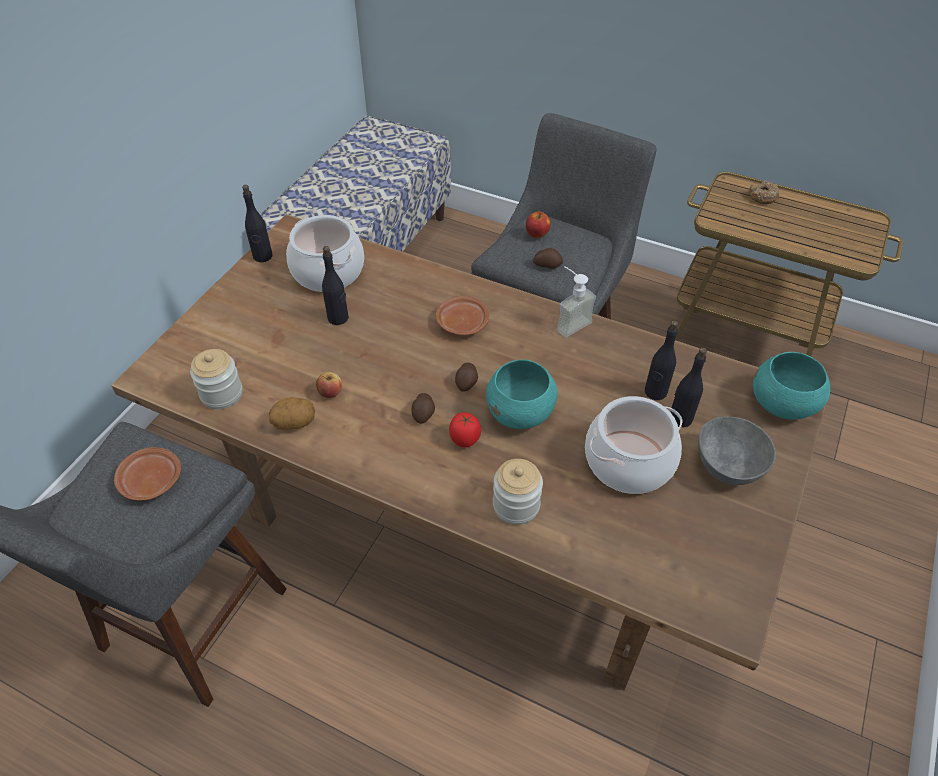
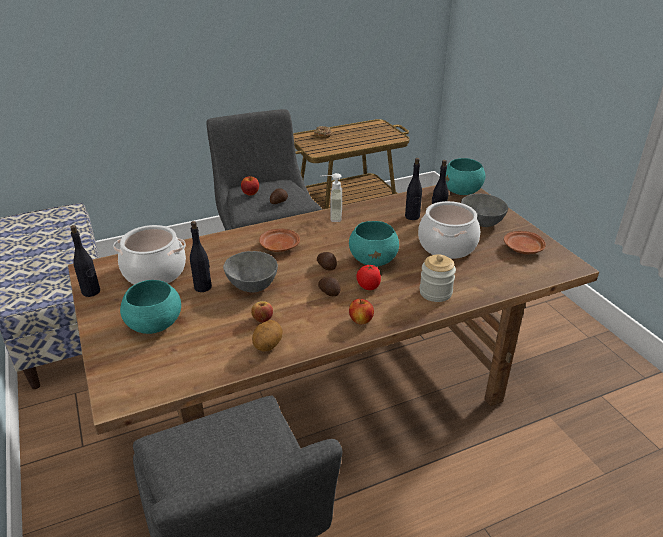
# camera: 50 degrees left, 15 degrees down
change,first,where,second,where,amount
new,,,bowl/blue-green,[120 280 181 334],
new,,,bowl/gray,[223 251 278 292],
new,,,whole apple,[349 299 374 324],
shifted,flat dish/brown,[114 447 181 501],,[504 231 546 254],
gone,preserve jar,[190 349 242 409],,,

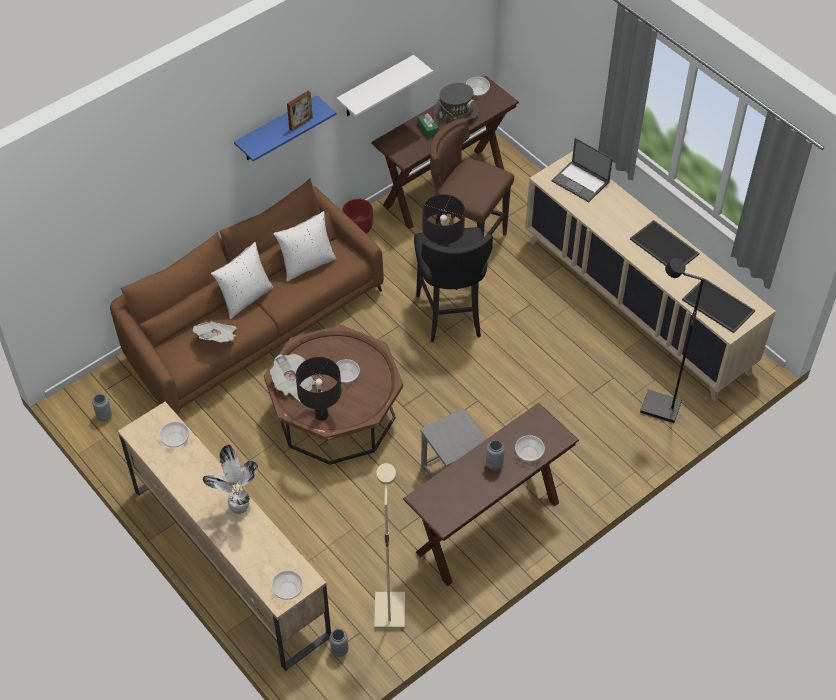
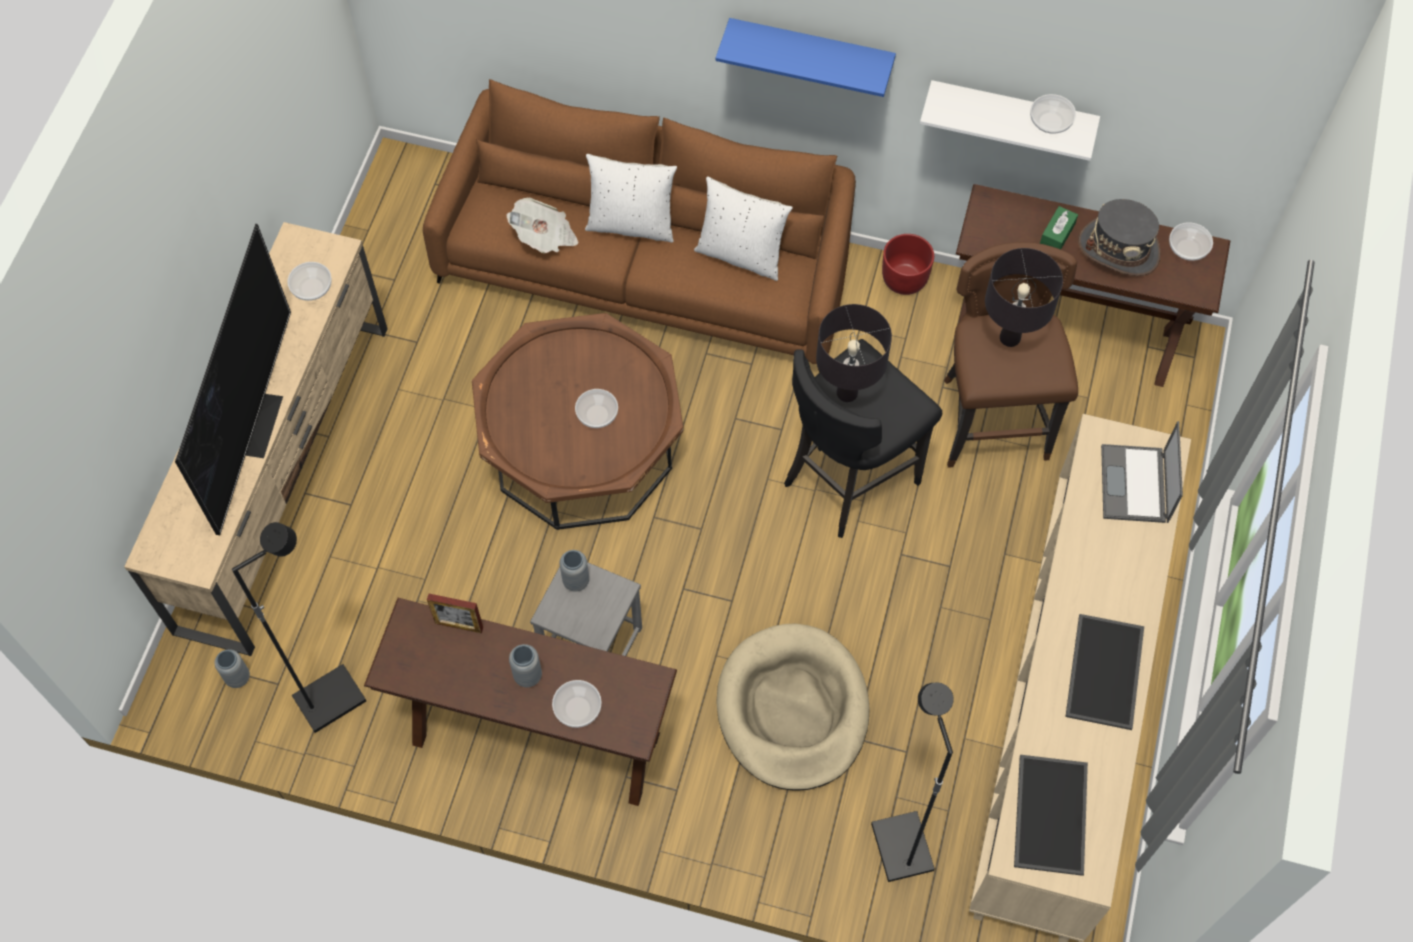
# camera: 55 degrees right, 10 degrees up
change,first,where,second,where,amount
swapped,houseplant,[203 445 258 514],TV set,[175 224 291 535],
repainted,floor lamp/beige-coloured,[374 463 405 629],floor lamp/blackish,[232 522 366 733],
shifted,picture frame,[287 91 313 131],,[427 594 483 633],
shifted,vase/gray,[92 394 112 422],,[559 550 589 592],
new,,,dog cushion/beige-coloured,[716 623 870 791],
shifted,table lamp/blackish,[296 357 341 421],,[985 248 1063 347],
shifted,bowl,[271 570 303 600],,[1030 94 1076 134],
gone,newspaper,[270 354 315 402],,,

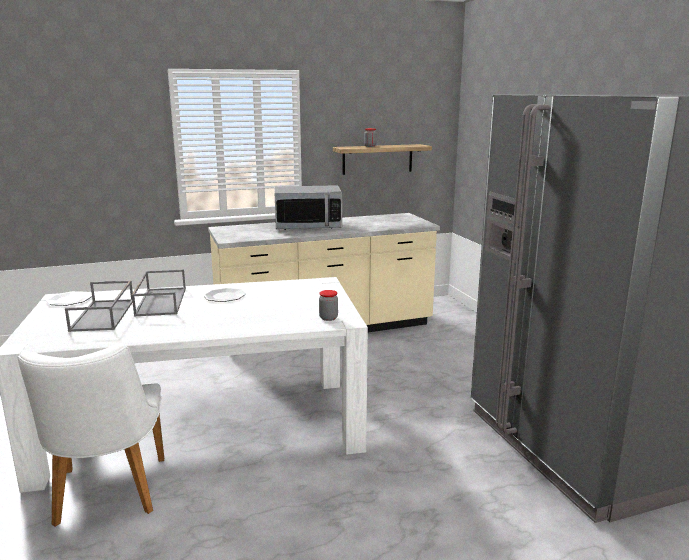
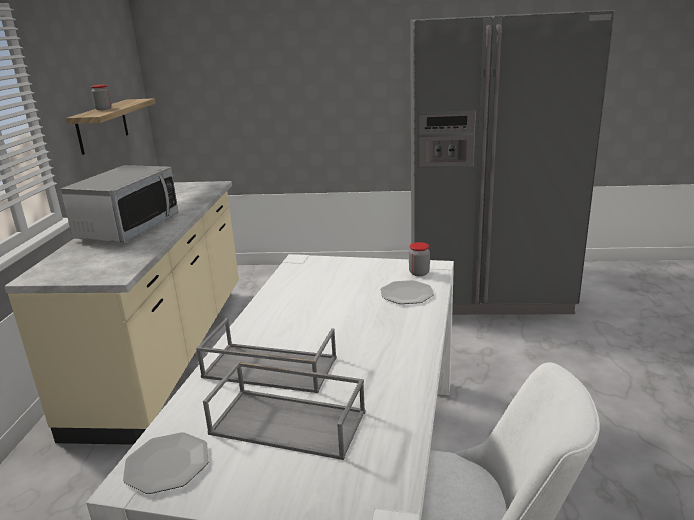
# camera: 65 degrees left, 5 degrees up
change,first,where,second,where,amount
shifted,flat dish,[203 288 246 302],,[381 280 434 304],

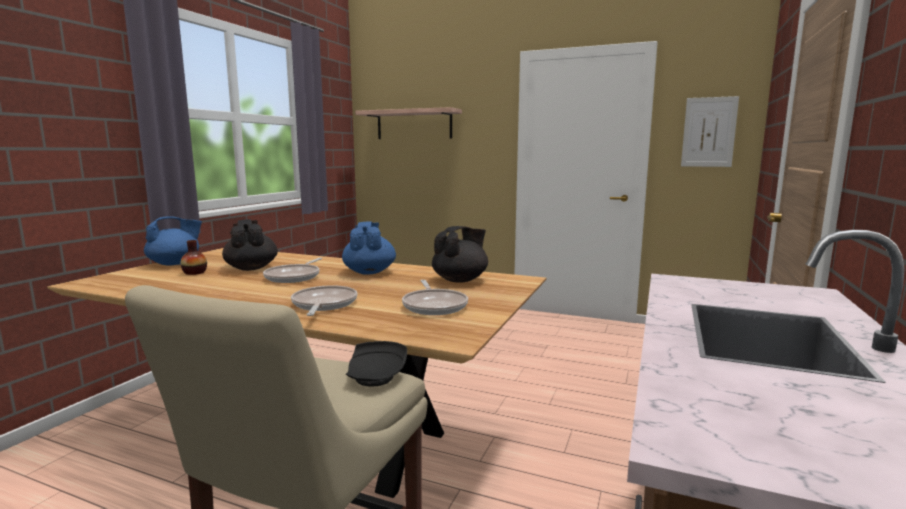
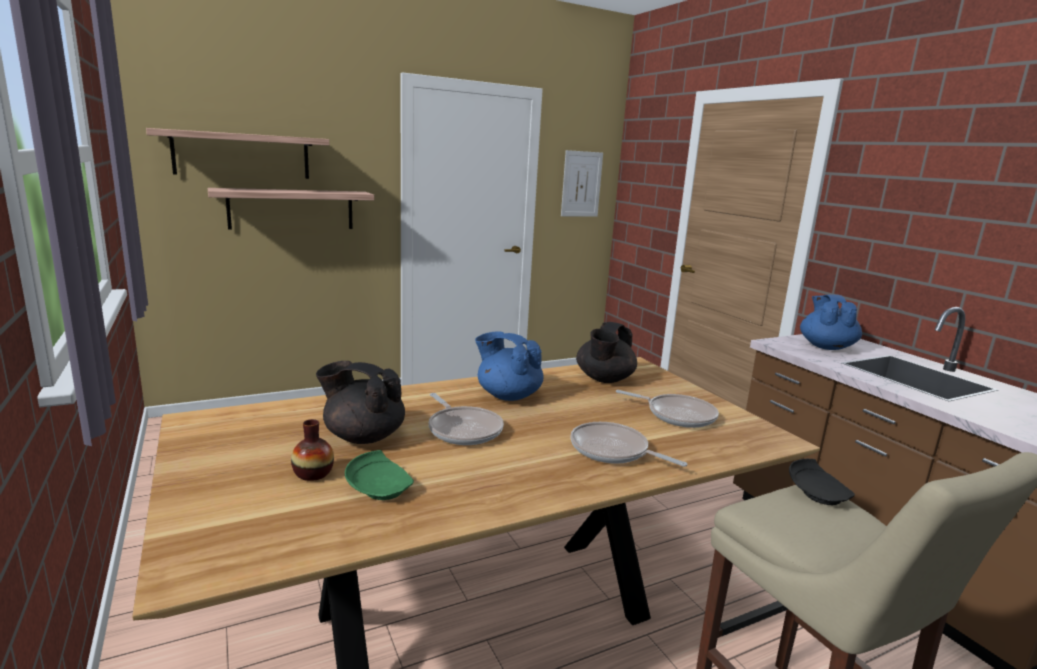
# camera: 50 degrees left, 5 degrees up
change,first,where,second,where,amount
new,,,wall shelf,[208 188 374 229],
new,,,flat dish/green,[345 450 414 500],
rotated,pot for tea/blackish,[432 226 488 283],,[576 322 637 383],150 degrees counterclockwise
shifted,pot for tea/blue-coloured,[144 216 202 265],,[800 295 862 350],

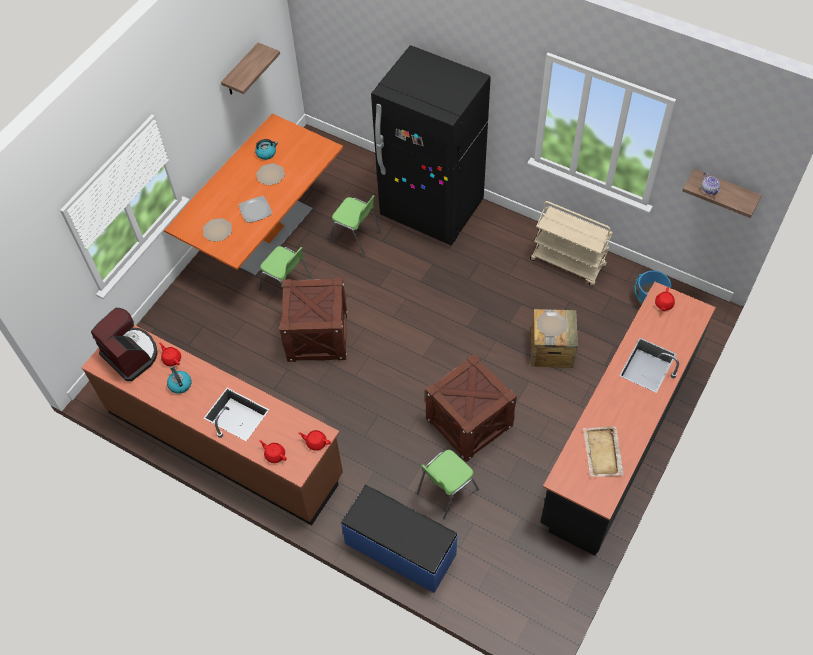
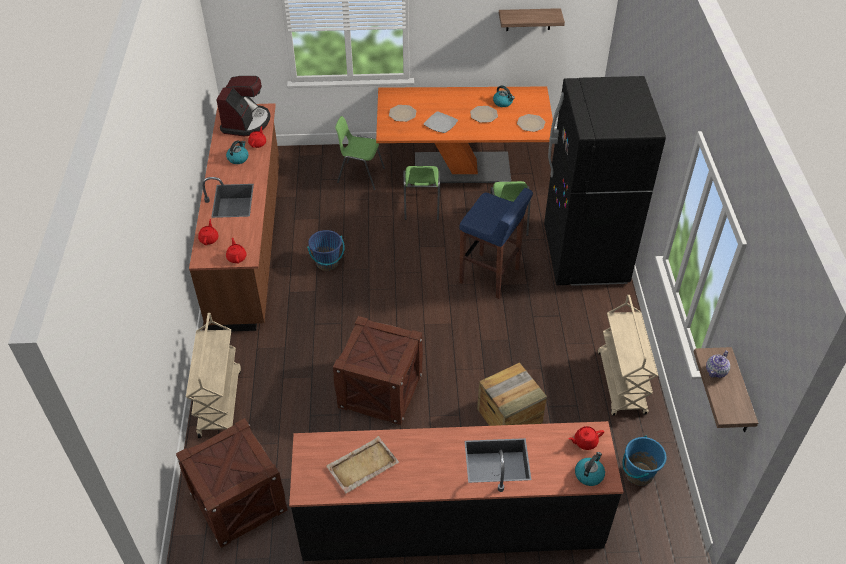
# camera: 55 degrees right, 10 degrees down
change,first,where,second,where,amount
shifted,packing crate,[279 278 348 362],,[176 418 288 548],
swapped,indoor bench/blue-coloured,[341 485 458 593],cart/beige-coloured,[186 313 241 438],
new,,,bucket/blue-coloured,[307 230 345 271],
shifted,plain chair/green,[417 450 479 520],,[335 116 385 190],
new,,,sitting stool/blue-coloured,[459 188 533 299],
shifted,flat dish,[537 312 567 337],,[517 114 545 132],
new,,,kettle,[575 452 605 486],

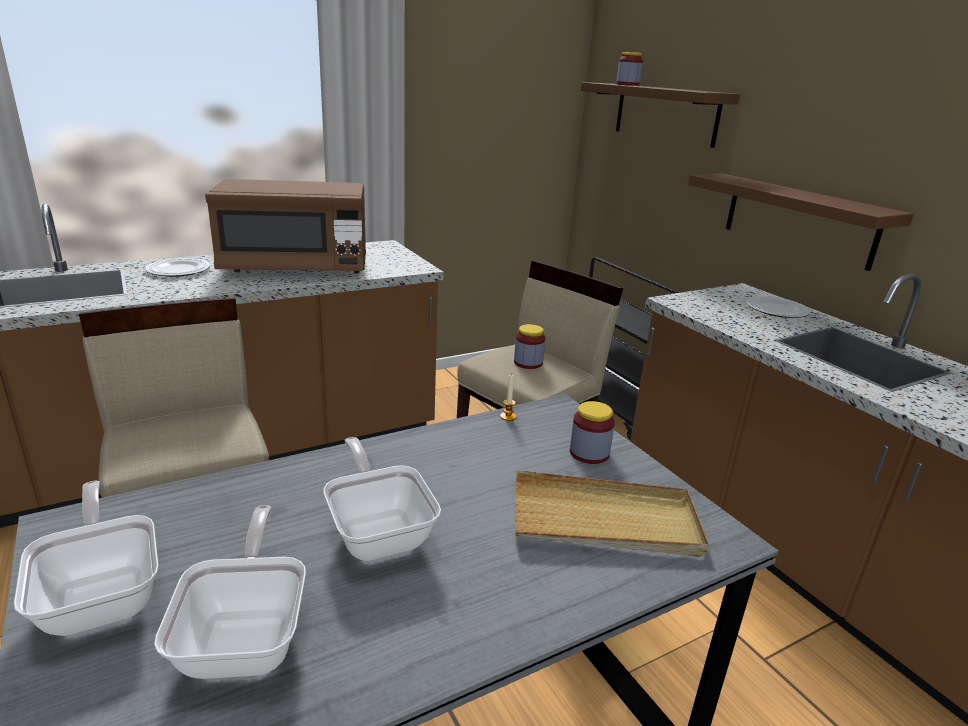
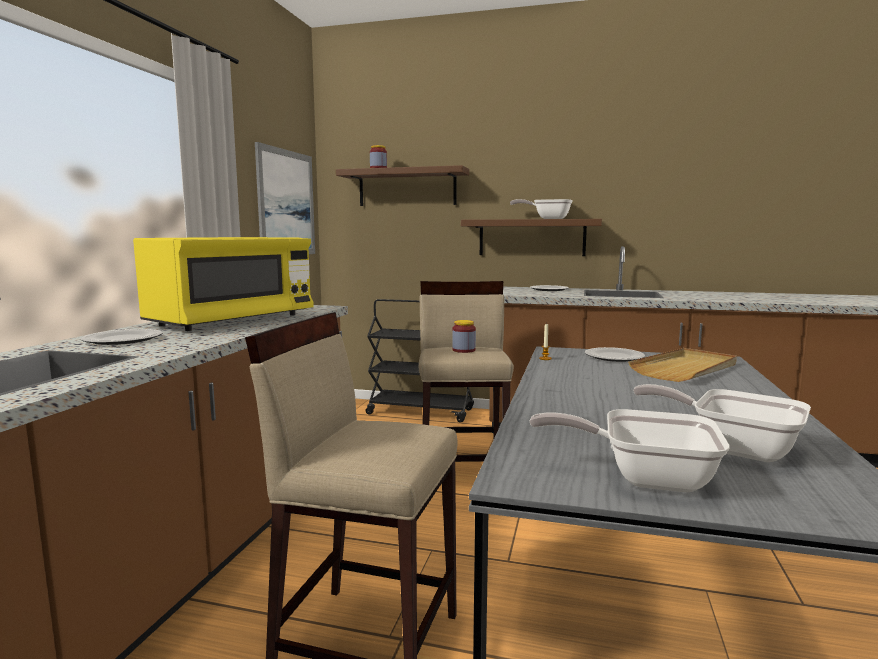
# camera: 45 degrees left, 15 degrees down
change,first,where,second,where,amount
repainted,kitchen microwave/brown,[205 179 366 273],kitchen microwave/yellow-coloured,[133 237 314 331],
new,,,wall art,[255 142 315 254],
shifted,frying pan,[323 437 441 561],,[510 199 573 219],
swapped,preserve jar,[570 401 615 464],flat dish,[585 347 645 362],

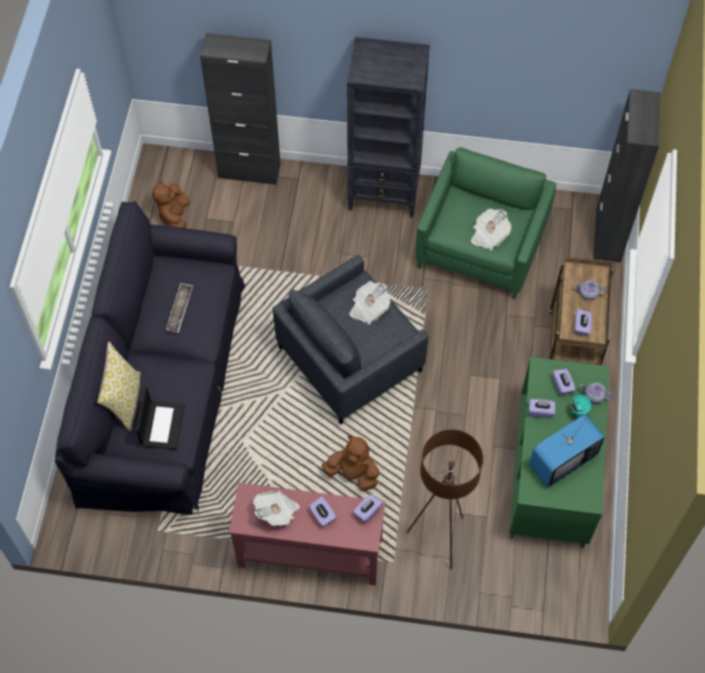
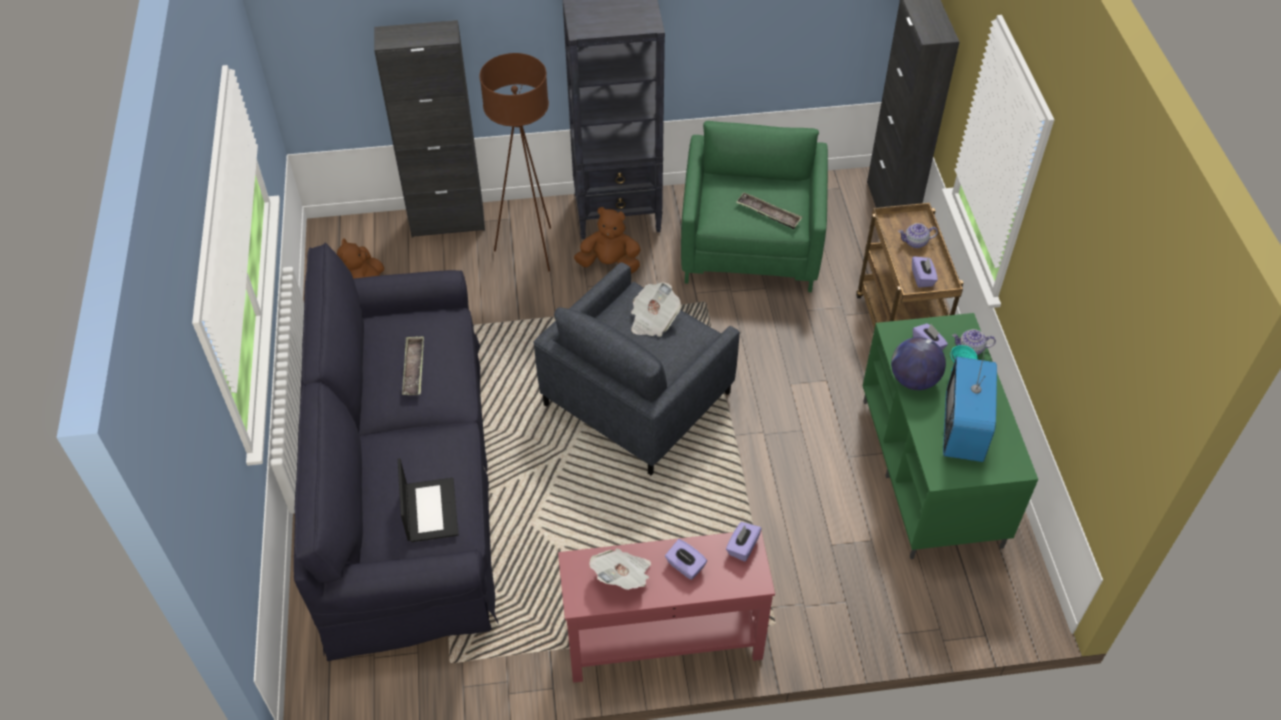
# camera: 15 degrees left, 10 degrees down
change,first,where,second,where,amount
shifted,floor lamp/brown,[407 429 483 569],,[479 53 551 271],
shifted,cuddly toy/brown,[322 435 379 491],,[574 207 641 274],
swapped,newspaper,[471 208 511 250],serving tray,[736 192 802 229],
swapped,tissue box/purple,[529 399 555 418],world globe,[891 337 946 390],
rotated,TV set,[529 415 605 487],,[943 346 997 462],150 degrees clockwise
gone,pillow,[97 342 141 431],,,

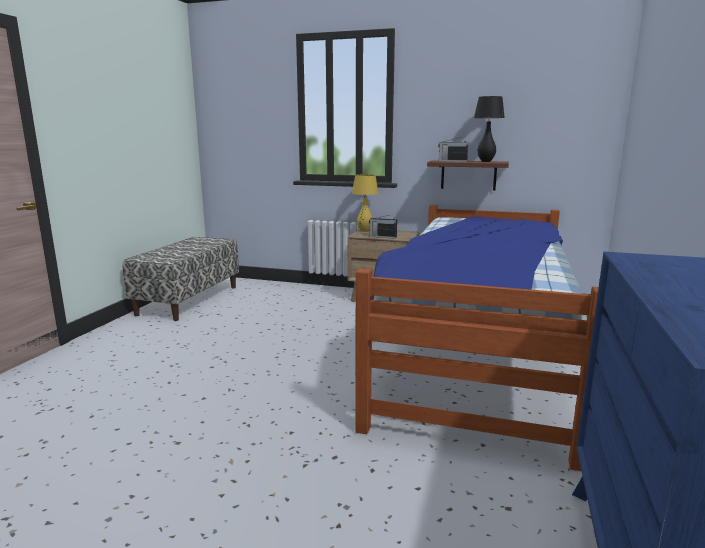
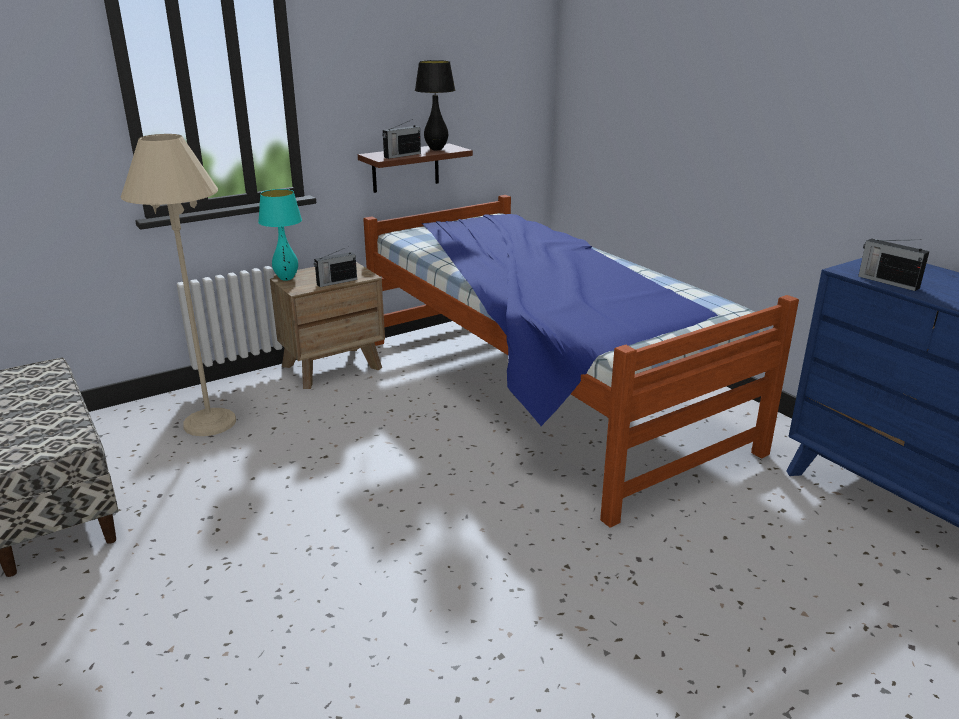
# camera: 50 degrees left, 10 degrees up
change,first,where,second,where,amount
new,,,floor lamp/beige-coloured,[121 134 236 436],
repainted,table lamp/yellow-coloured,[352 174 379 232],table lamp/blue-green,[258 189 302 281],
new,,,radio,[858 238 930 291],

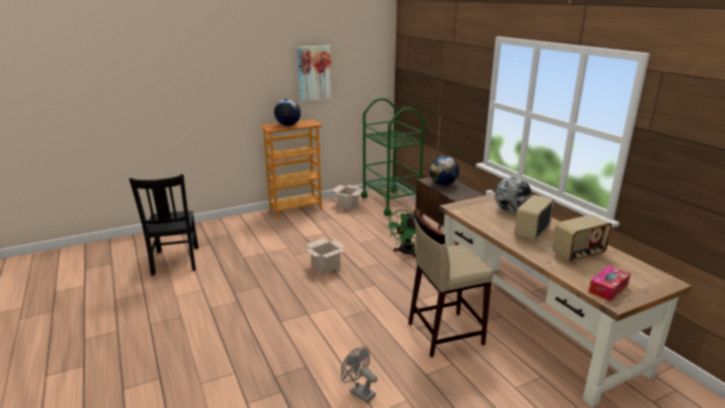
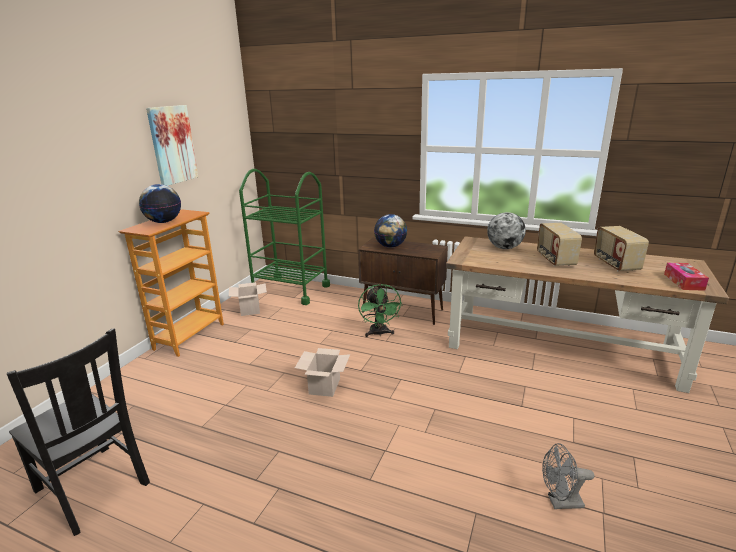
# camera: 40 degrees left, 0 degrees up
change,first,where,second,where,amount
rotated,radio,[552 214 612 262],,[594 226 649 272],150 degrees clockwise
gone,sitting stool/beige-coloured,[408 209 493 357],,,

